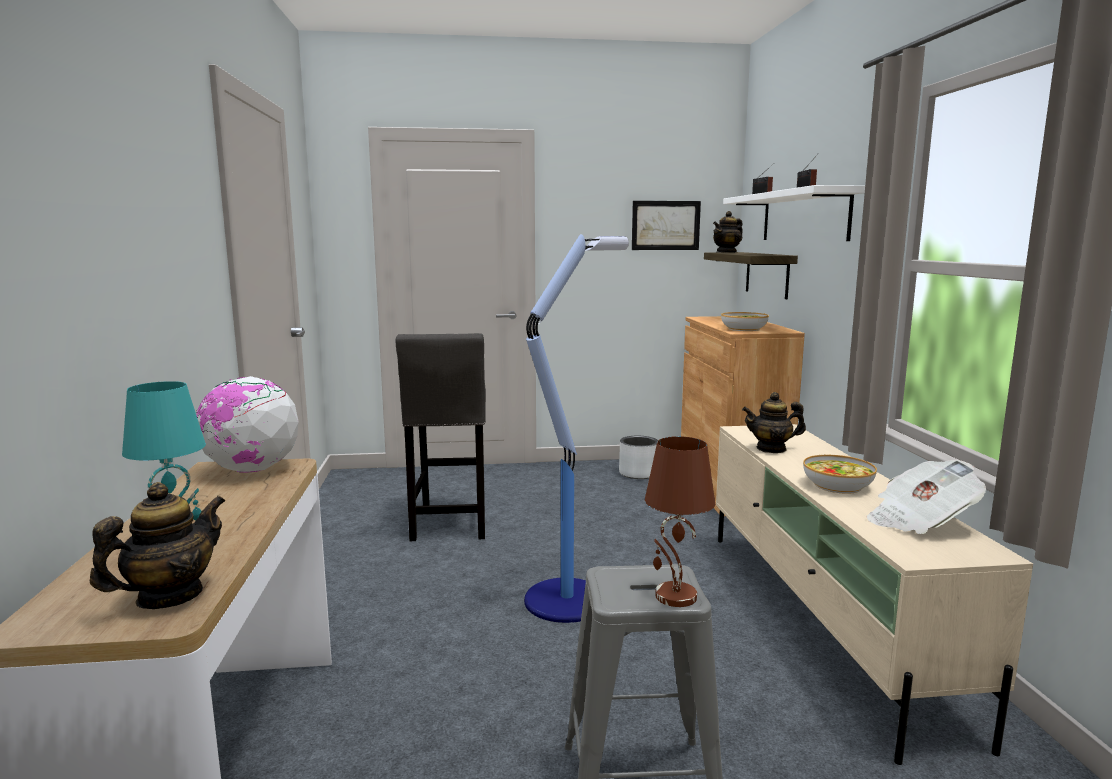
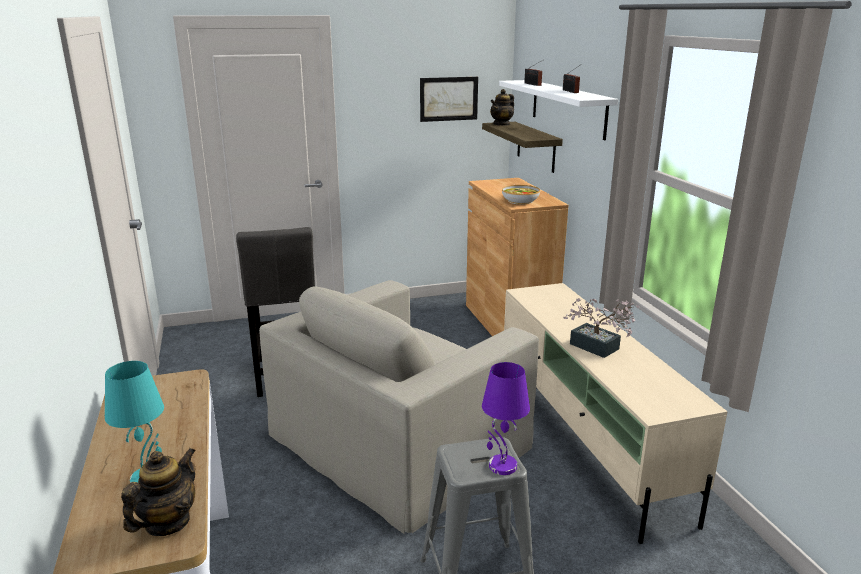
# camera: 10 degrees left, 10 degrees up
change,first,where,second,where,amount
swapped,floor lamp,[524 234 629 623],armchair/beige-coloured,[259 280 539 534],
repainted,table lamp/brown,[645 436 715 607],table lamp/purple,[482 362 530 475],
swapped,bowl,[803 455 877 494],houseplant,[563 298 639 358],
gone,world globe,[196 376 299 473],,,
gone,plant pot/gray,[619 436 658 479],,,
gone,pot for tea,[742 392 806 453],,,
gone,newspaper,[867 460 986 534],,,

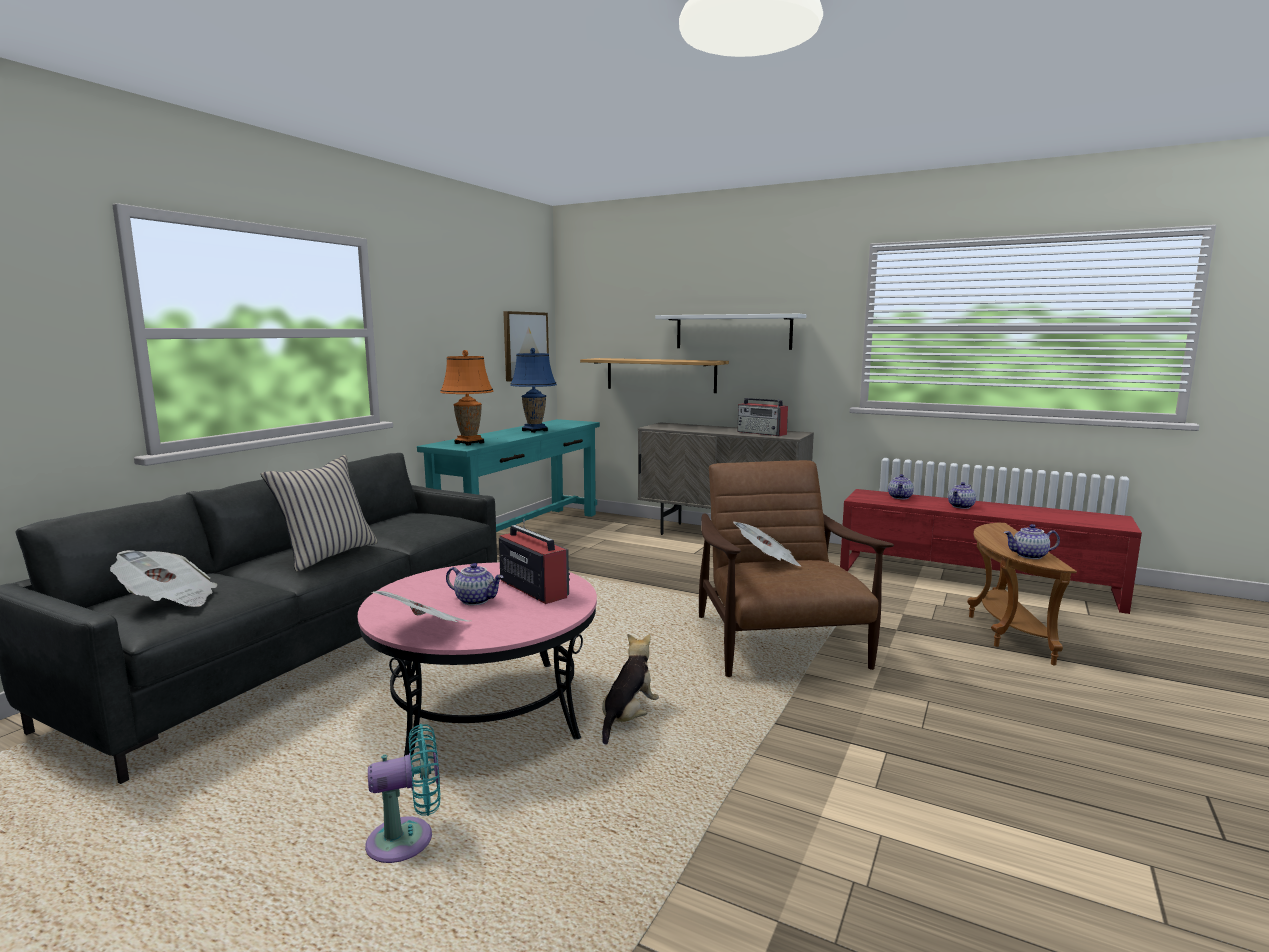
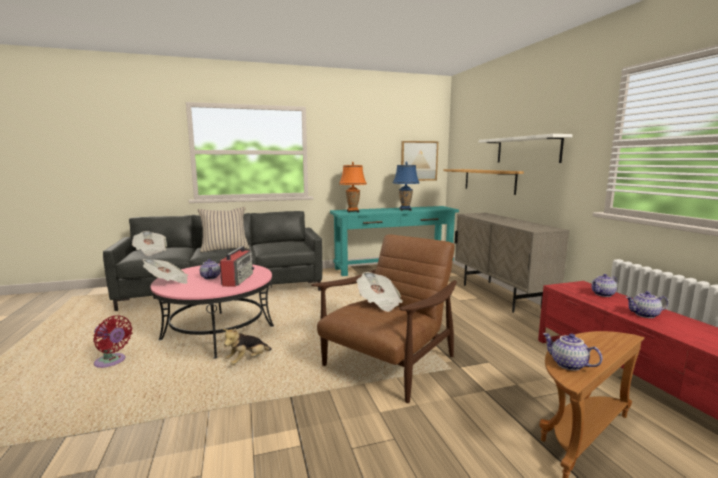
# camera: 45 degrees right, 0 degrees up
change,first,where,second,where,amount
repainted,fan/blue-green,[365 724 440 863],fan/red-coloured,[93 315 133 368],
rotated,cuddly toy,[602 634 659 745],,[223 328 272 365],150 degrees clockwise
gone,radio,[737 398 788 436],,,

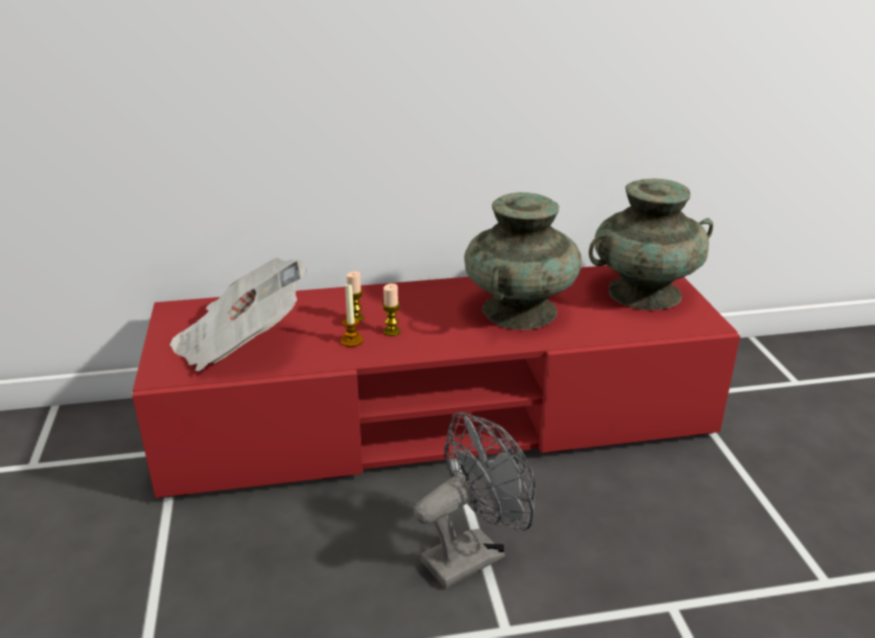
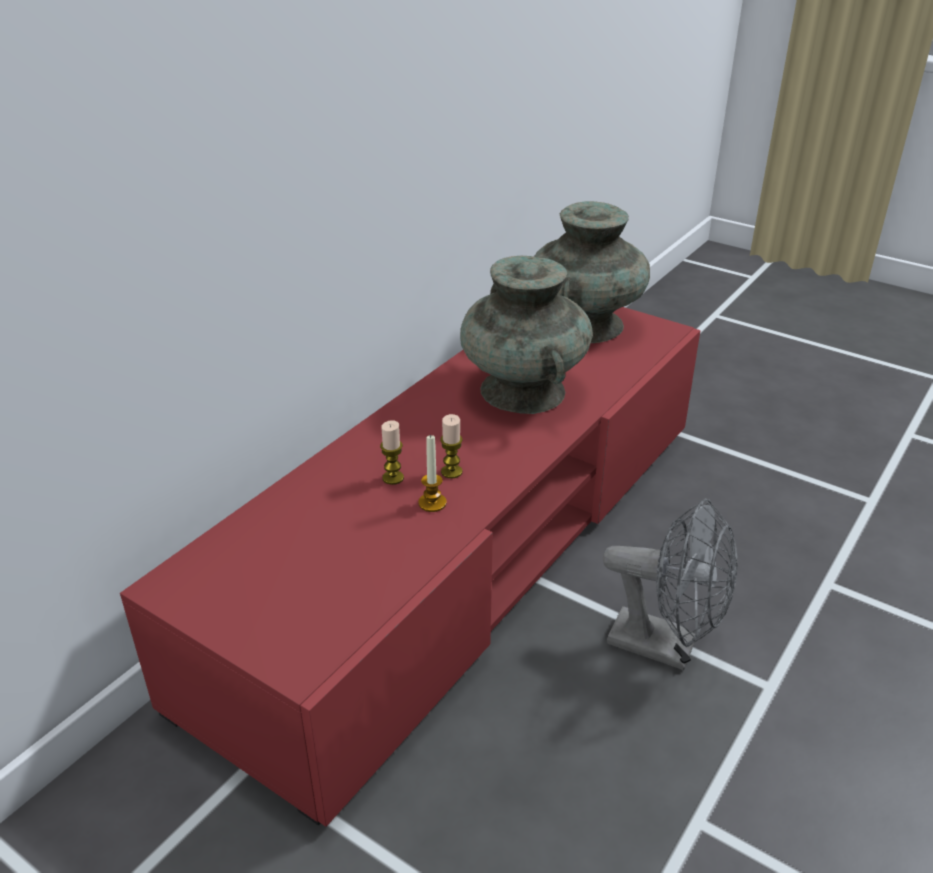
# camera: 45 degrees left, 5 degrees up
change,first,where,second,where,amount
rotated,fan/gray,[414 412 536 588],,[603 499 737 670],105 degrees clockwise
gone,newspaper,[170 258 307 372],,,

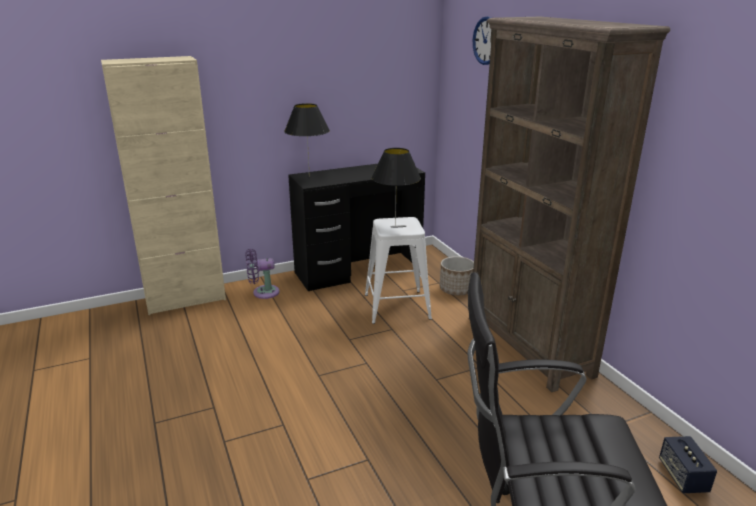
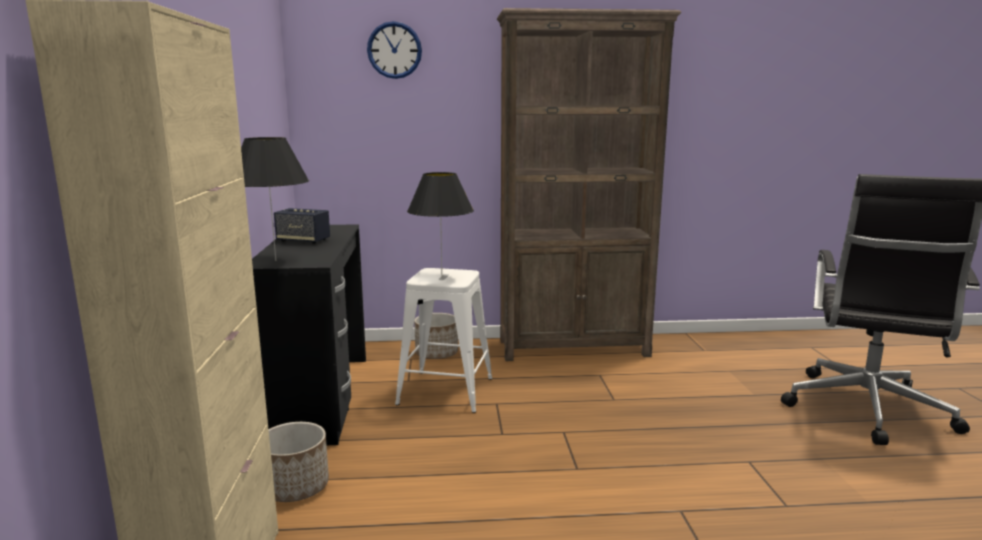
# camera: 70 degrees left, 10 degrees down
change,first,where,second,where,amount
swapped,fan/purple,[246 249 280 299],plant pot,[269 422 329 502],
shifted,audio speaker,[659 436 717 493],,[274 208 330 244],

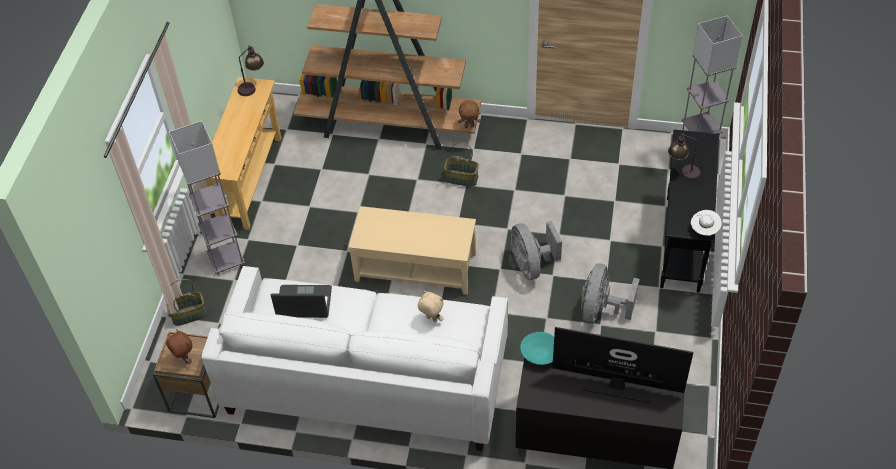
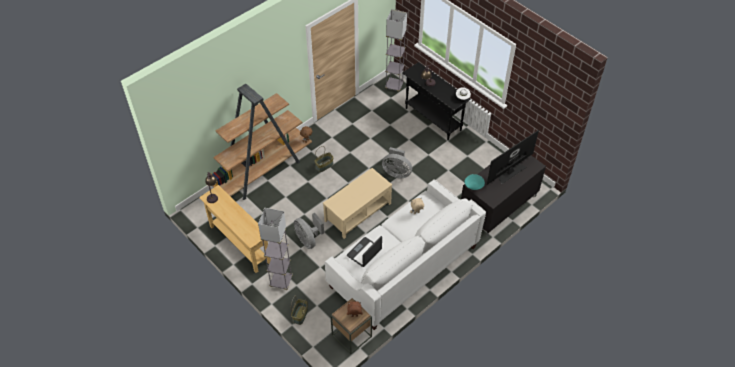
# camera: 55 degrees left, 0 degrees up
change,first,where,second,where,amount
shifted,fan/gray,[581 264 639 322],,[294 213 324 249],

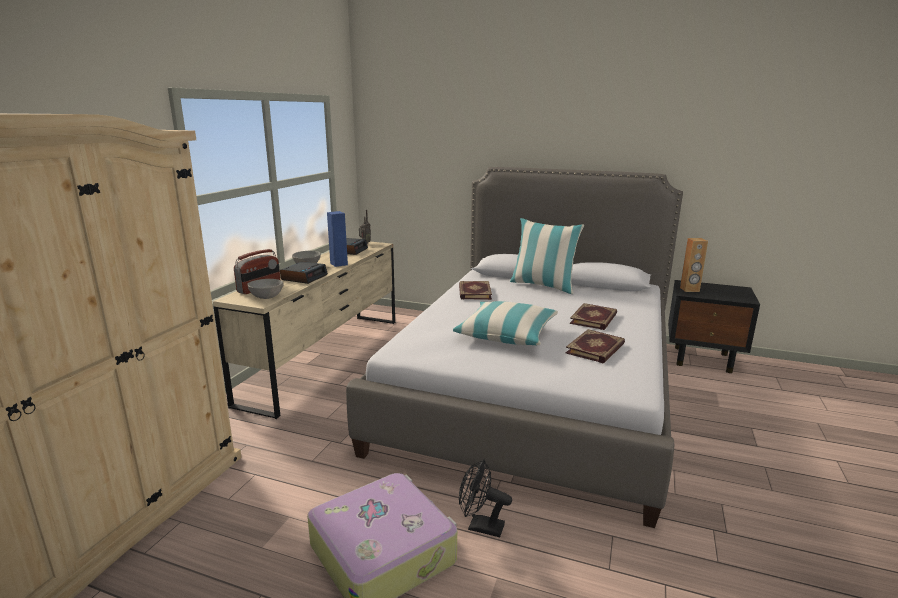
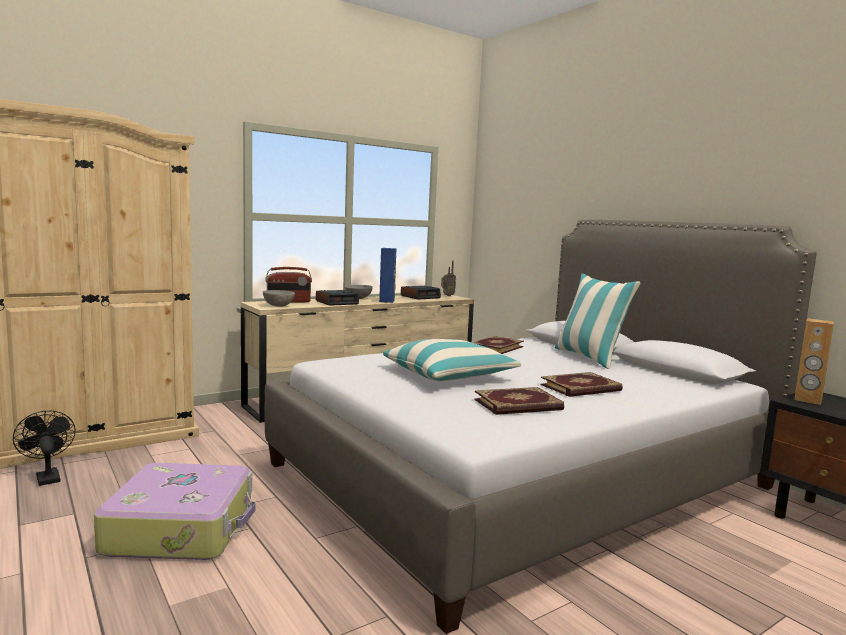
# camera: 35 degrees right, 10 degrees down
change,first,where,second,where,amount
shifted,fan/blackish,[459 459 512 537],,[13 410 76 486],

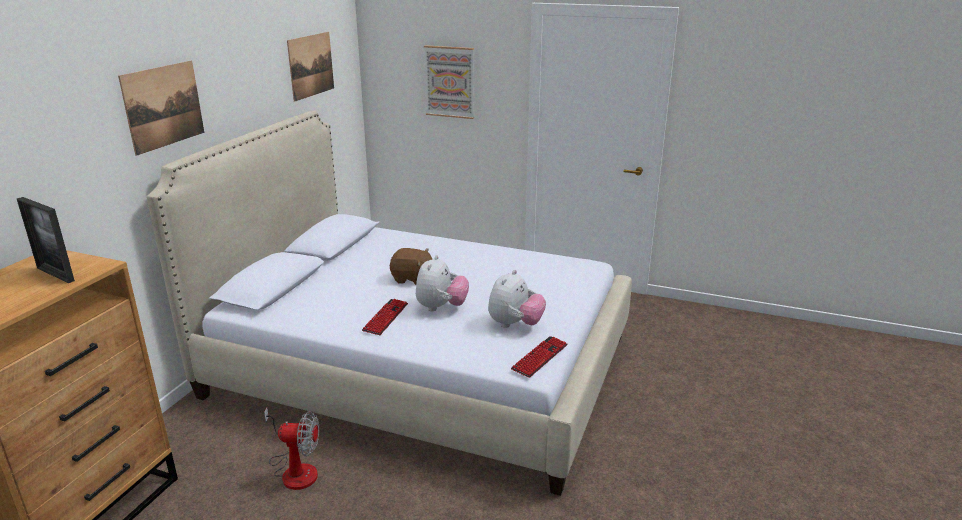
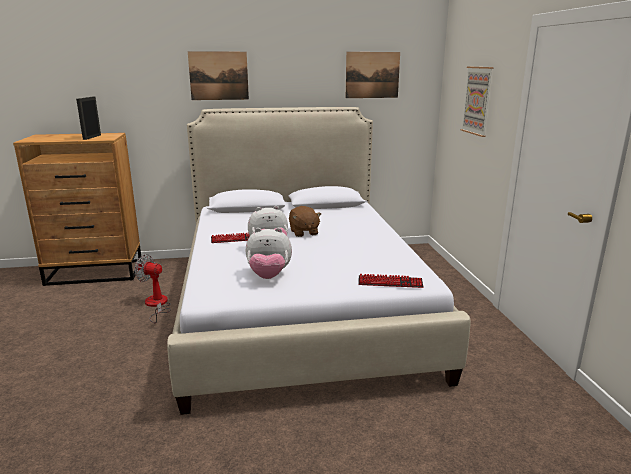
# camera: 60 degrees right, 5 degrees down
change,first,where,second,where,amount
rotated,fan,[264 408 319 490],,[134 254 171 323],135 degrees clockwise
shifted,PC keyboard,[511 336 568 378],,[358 274 423 288],

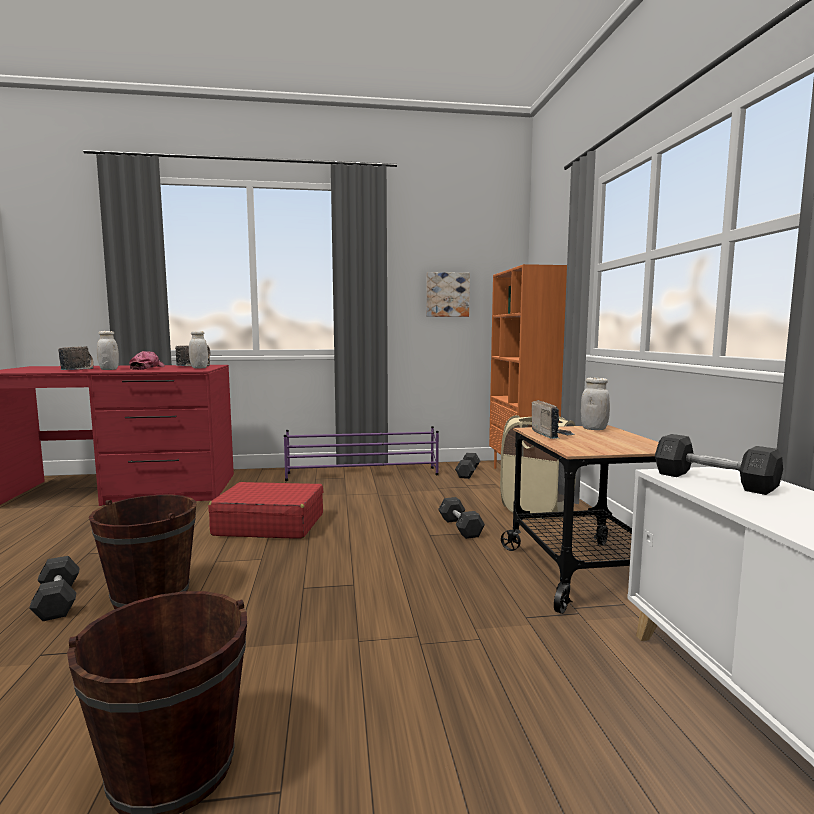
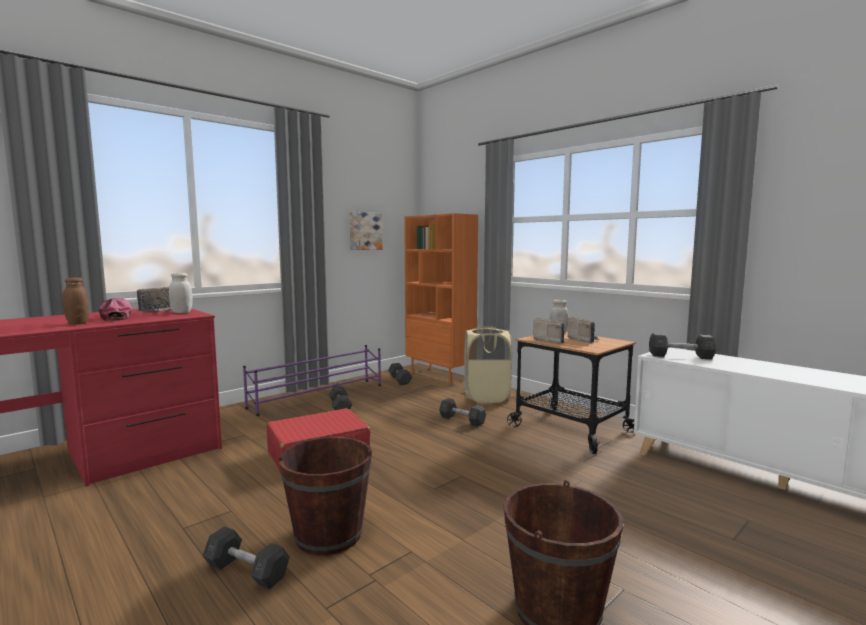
# camera: 35 degrees left, 0 degrees up
change,first,where,second,where,amount
repainted,preserve jar/white-coloured,[97 331 119 370],preserve jar/brown,[62 277 89 324],
new,,,free weight/gray,[329 386 352 410],
shifted,radio,[58 346 94 370],,[568 317 599 343],

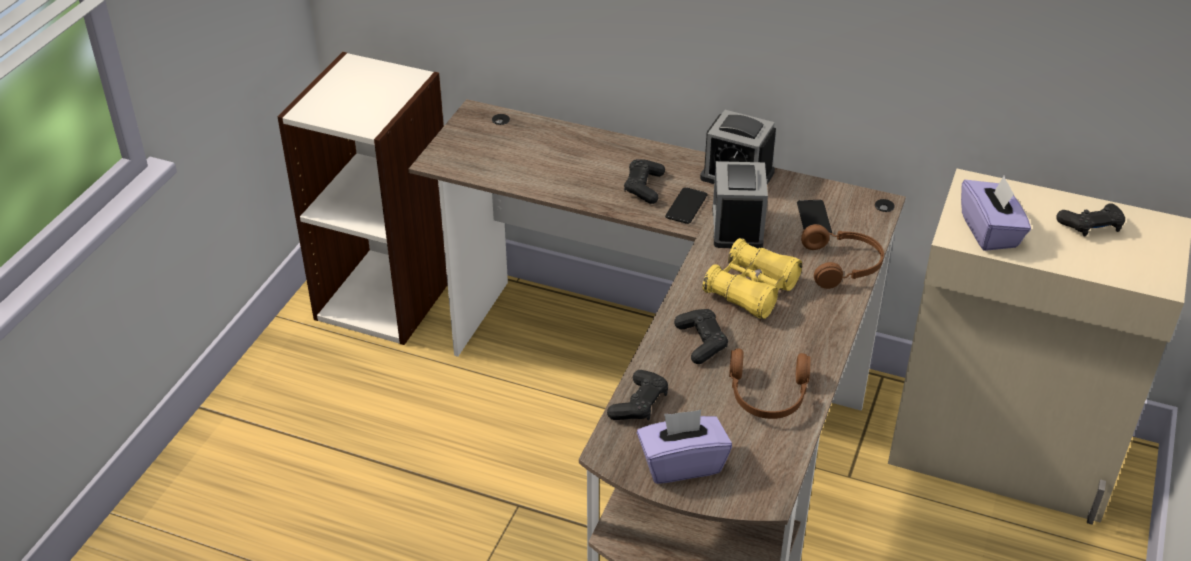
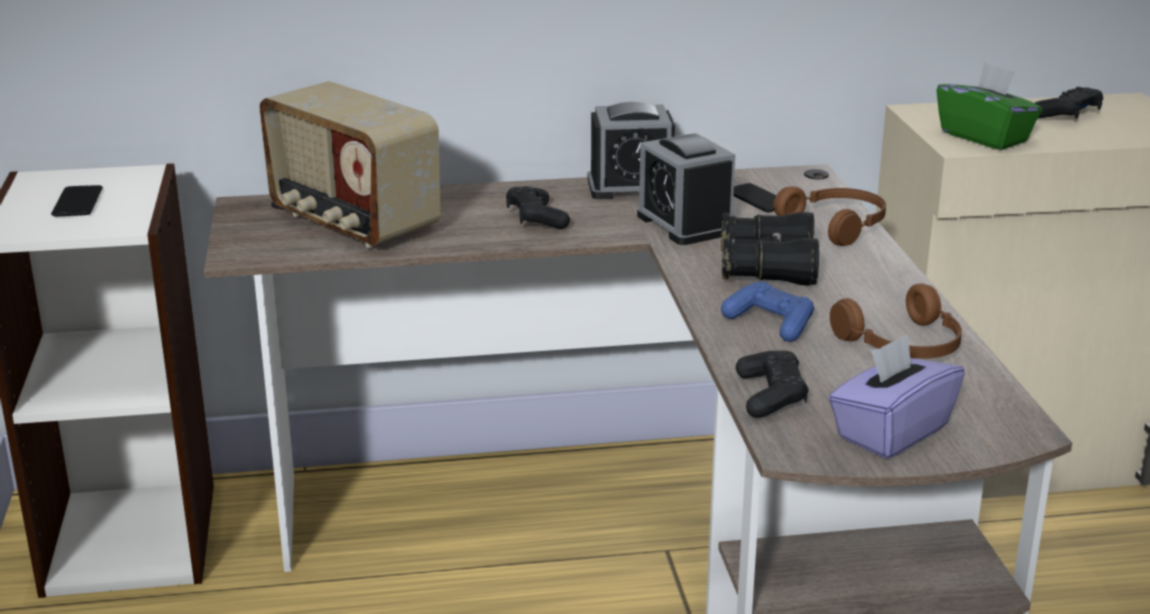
# camera: 30 degrees left, 15 degrees down
change,first,where,second,where,amount
shifted,phone,[665 187 708 224],,[51 185 103 216],
new,,,radio,[260 81 441 248],
repainted,field glasses/yellow-coloured,[702 238 802 319],field glasses/blackish,[721 212 819 286],
repainted,game controller/blackish,[674 309 728 364],game controller/blue-coloured,[721 282 814 342],
repainted,tissue box/purple,[961 175 1031 251],tissue box/green,[937 63 1042 150],

